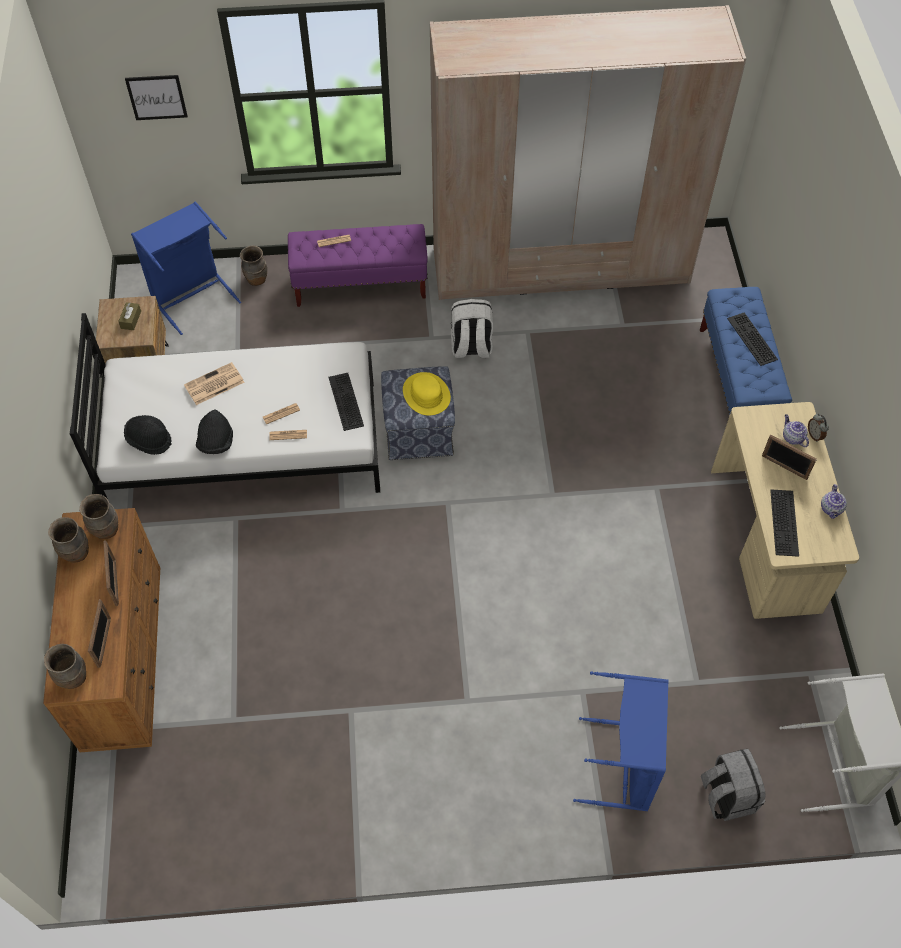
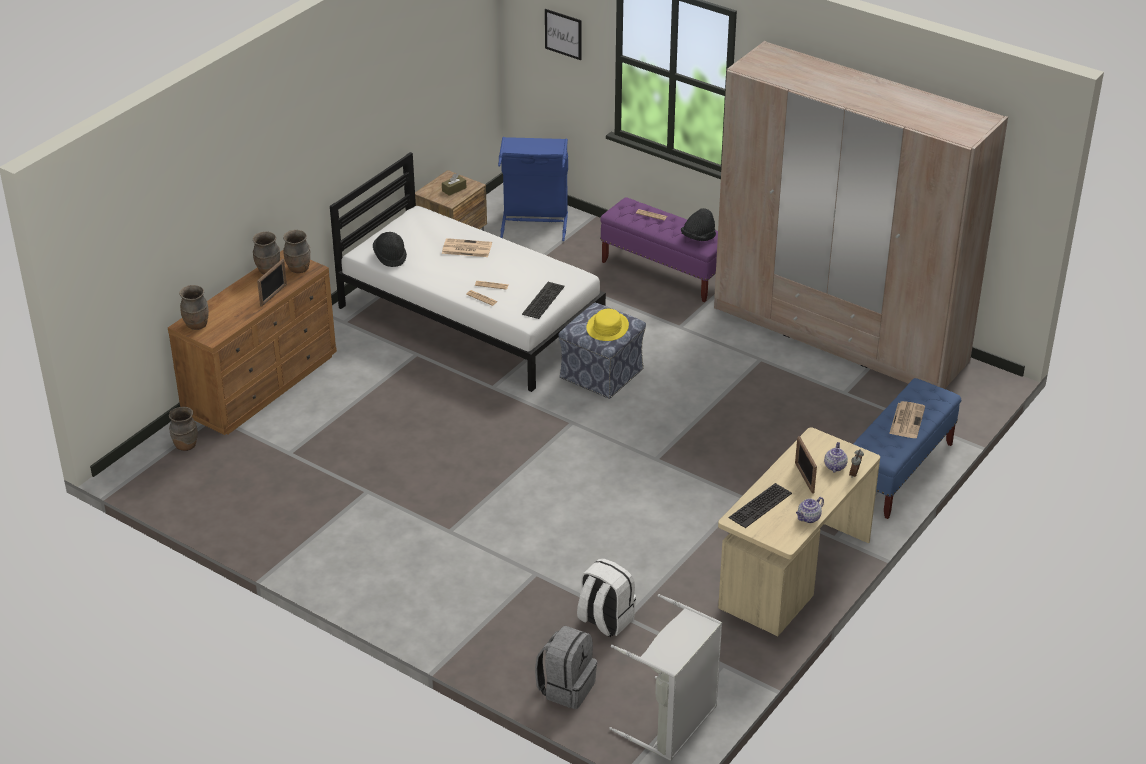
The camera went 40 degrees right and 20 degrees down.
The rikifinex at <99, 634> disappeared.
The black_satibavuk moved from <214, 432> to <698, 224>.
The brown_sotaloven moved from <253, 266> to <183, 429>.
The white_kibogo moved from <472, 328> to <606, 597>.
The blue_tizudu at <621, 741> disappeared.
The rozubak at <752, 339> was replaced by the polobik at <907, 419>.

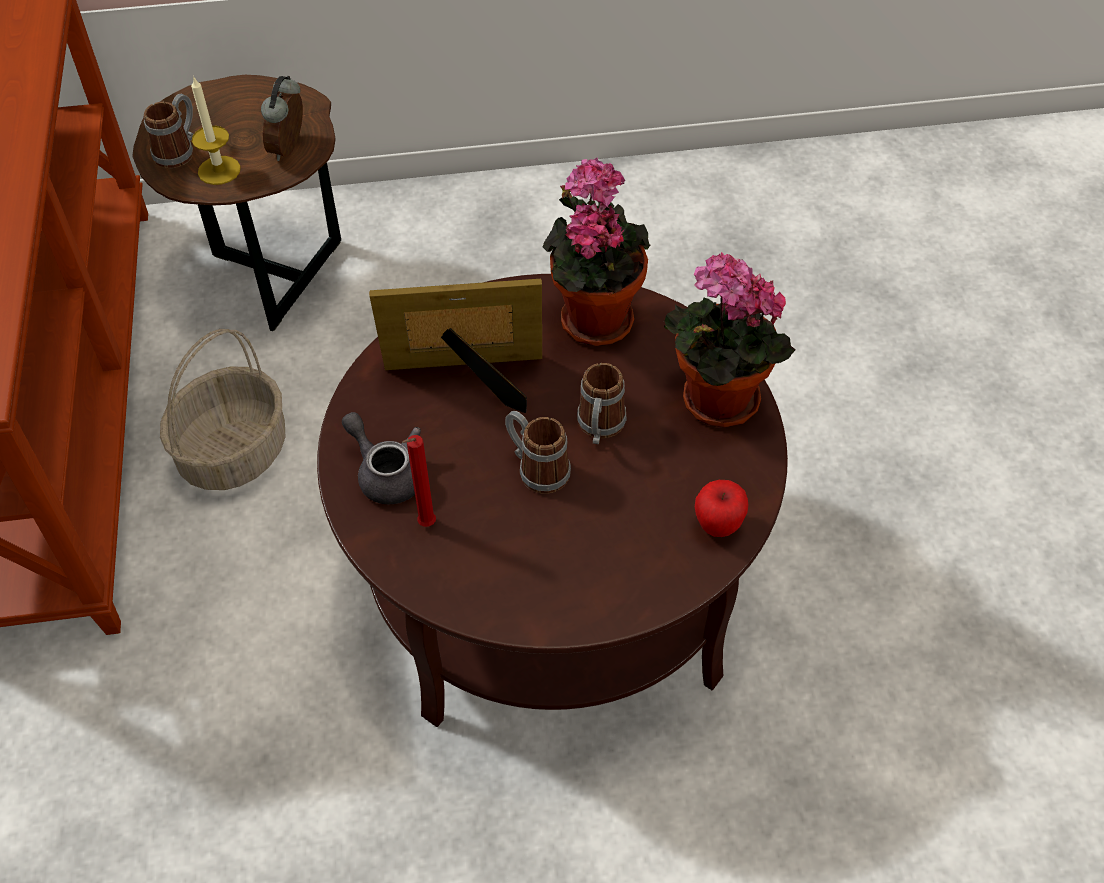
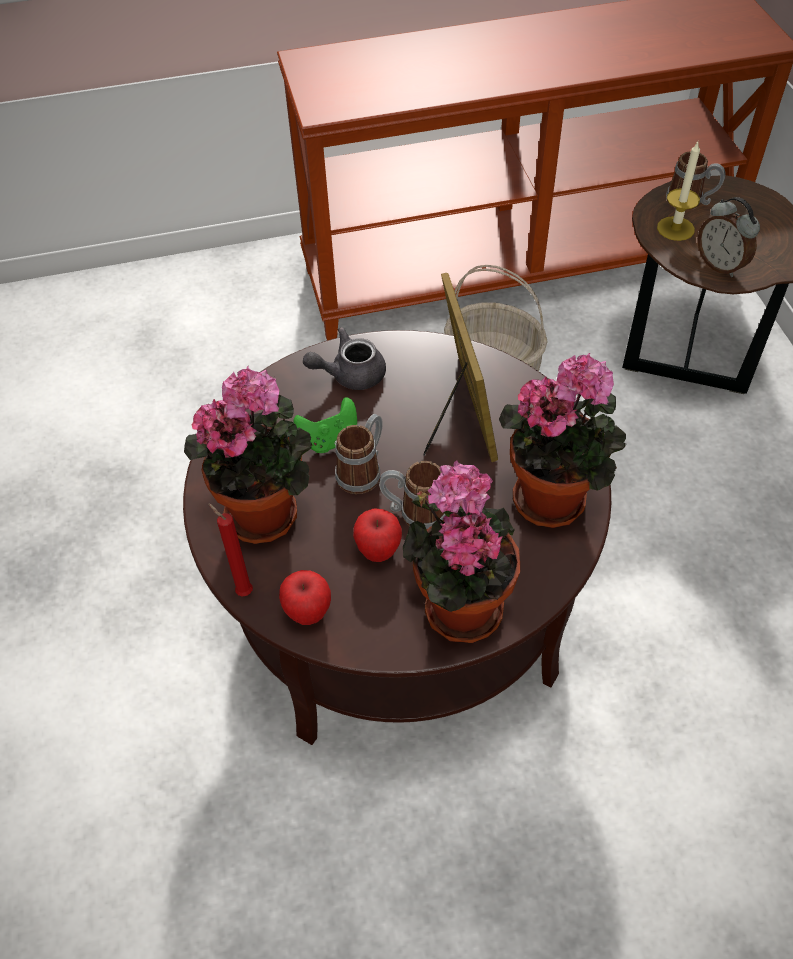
The camera went 85 degrees right and 0 degrees up.
The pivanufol at <282, 118> turned 135 degrees counterclockwise.
The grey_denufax at <381, 458> turned 150 degrees counterclockwise.
The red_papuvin moved from <419, 481> to <230, 550>.
The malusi at <248, 455> appeared.
The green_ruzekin at <325, 425> appeared.
The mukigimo at <377, 535> appeared.

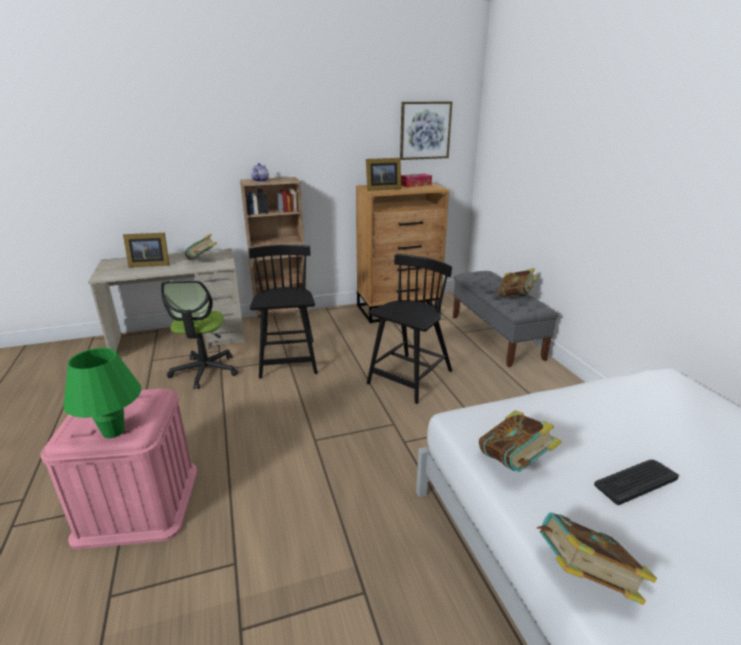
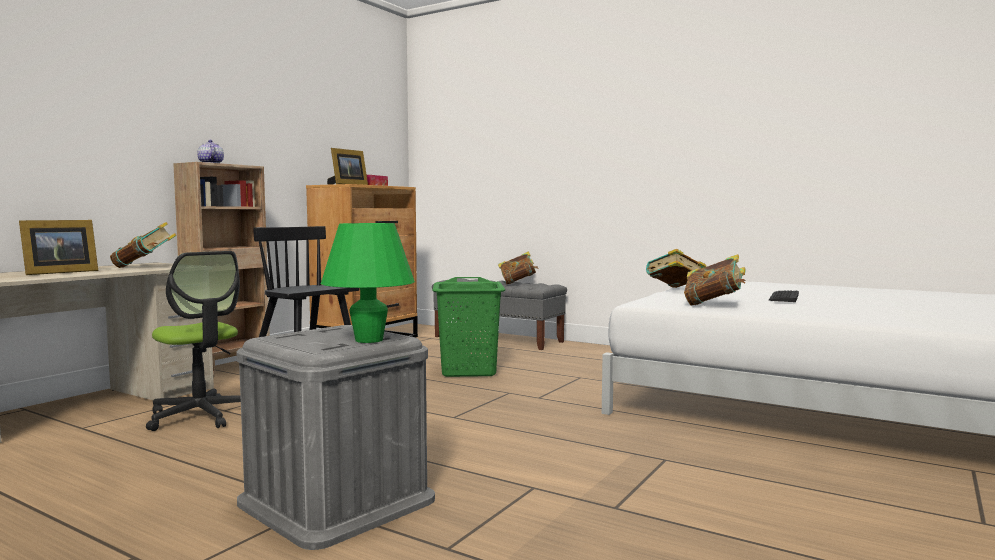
The camera went 40 degrees left and 20 degrees down.
The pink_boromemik at <119, 468> became the grey_boromemik at <335, 437>.
The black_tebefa at <409, 329> was replaced by the green_tizudu at <468, 327>.
The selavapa at <426, 131> disappeared.
The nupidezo moved from <597, 558> to <676, 268>.

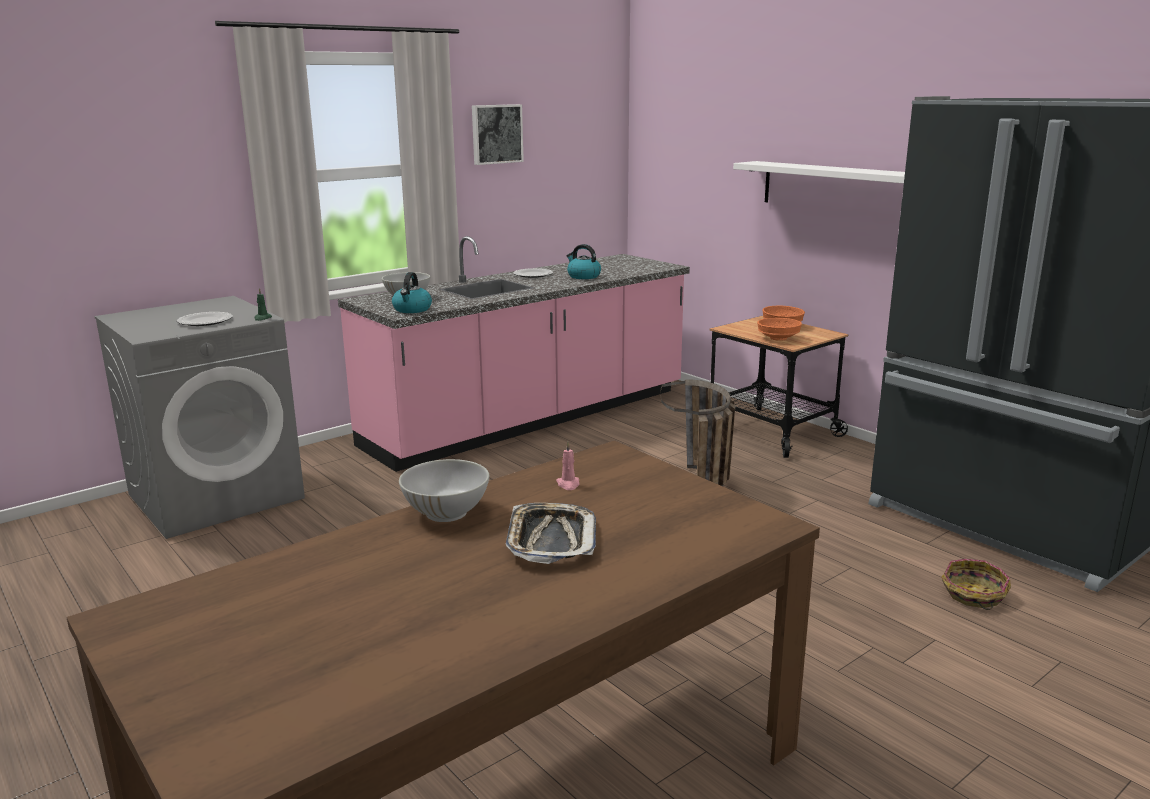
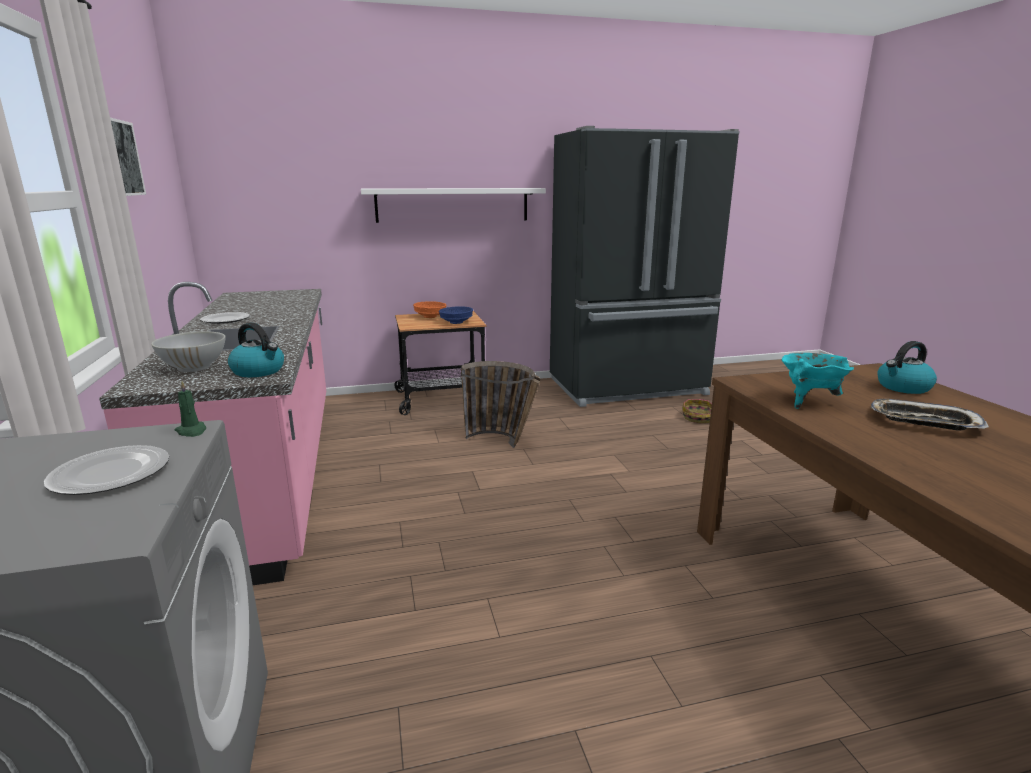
The camera went 65 degrees left and 0 degrees up.
The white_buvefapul at <444, 490> disappeared.
The pink_papuvin at <568, 466> was replaced by the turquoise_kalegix at <818, 381>.
The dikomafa moved from <584, 261> to <907, 367>.
The orange_buvefapul at <779, 329> became the blue_buvefapul at <456, 315>.

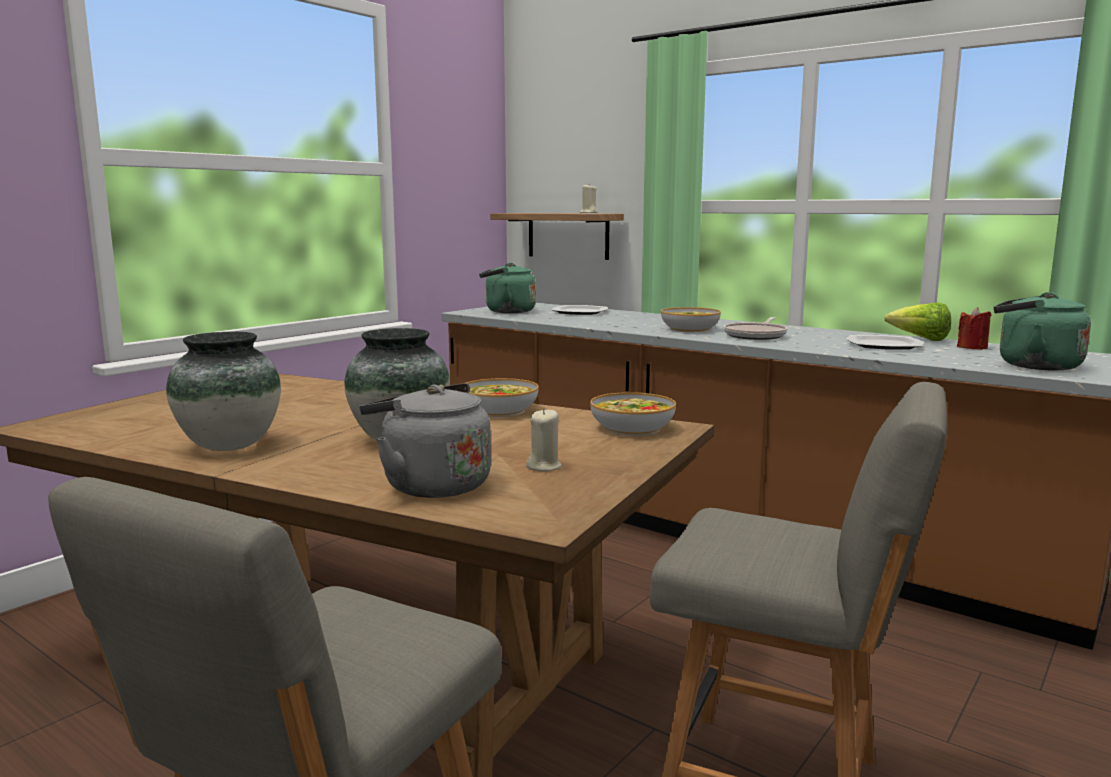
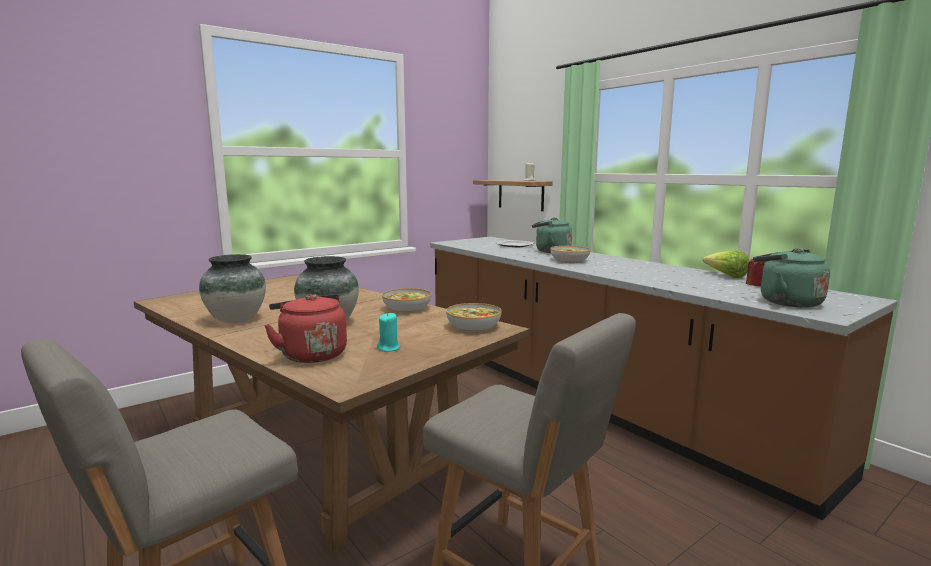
The camera went 15 degrees right and 0 degrees up.
The grey_dikomafa at <425, 440> became the red_dikomafa at <305, 328>.
The green_dikomafa moved from <507, 288> to <552, 235>.
The beige_papuvin at <544, 440> became the turquoise_papuvin at <388, 332>.
The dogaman at <755, 328> disappeared.
The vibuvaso at <885, 342> disappeared.

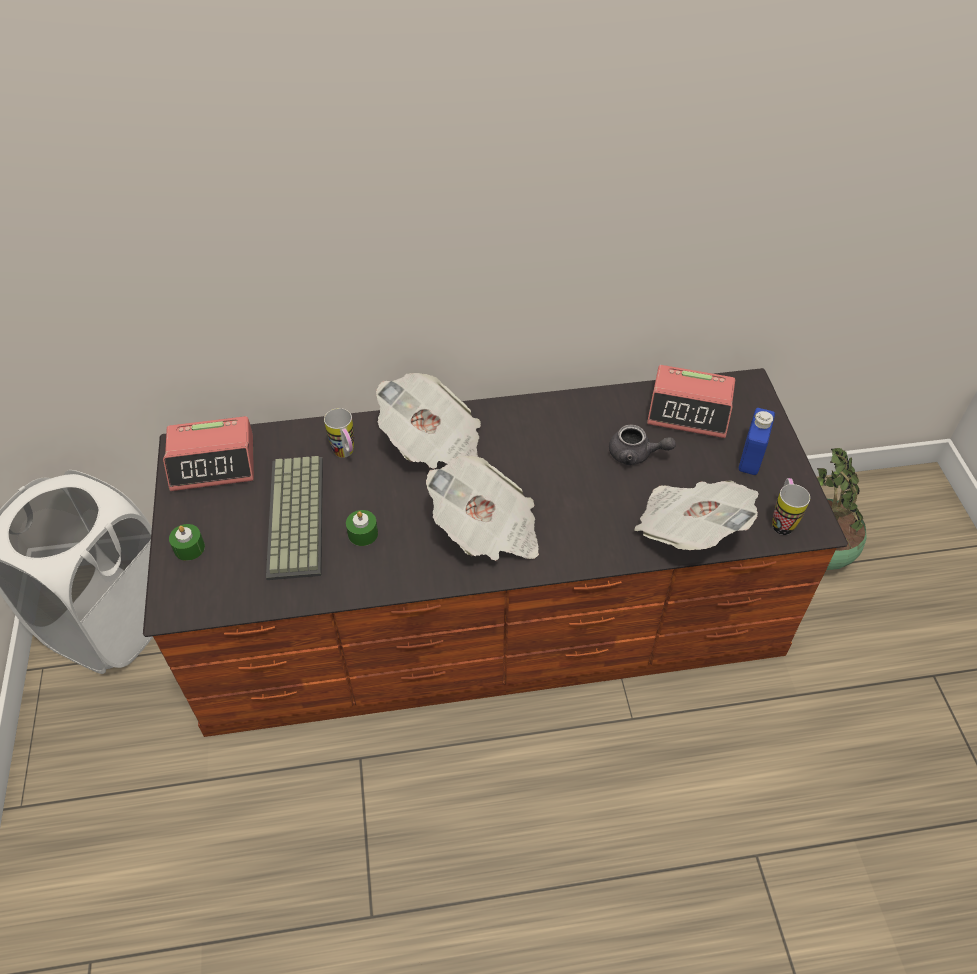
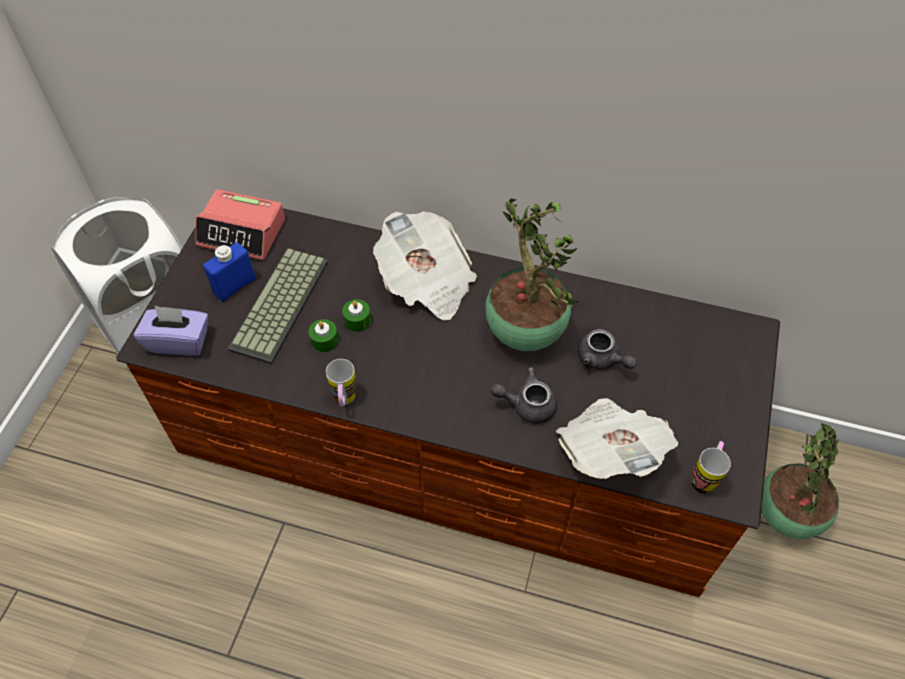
The camera went 25 degrees right and 5 degrees up.
The green_papuvin moved from <187, 542> to <356, 315>.
The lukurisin moved from <339, 433> to <341, 382>.
The polobik at <482, 508> disappeared.
The pivanufol at <691, 401> disappeared.
The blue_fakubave moved from <757, 441> to <229, 272>.
The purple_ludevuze at <171, 330> appeared.
The malusi at <532, 274> appeared.
The grey_denufax at <524, 395> appeared.

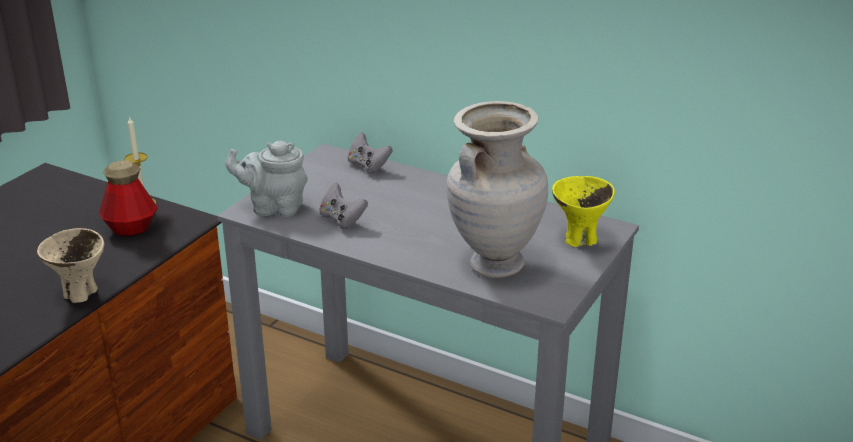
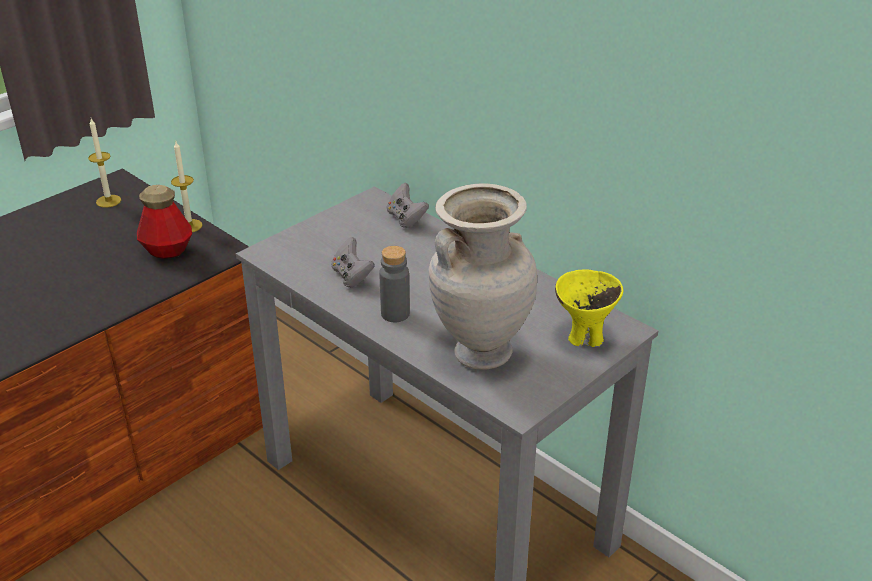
The camera went 15 degrees right and 5 degrees up.
The beige_buvefapul at <70, 265> disappeared.
The grey_denufax at <267, 179> disappeared.
The papuvin at <104, 163> appeared.
The grey_fakubave at <394, 284> appeared.

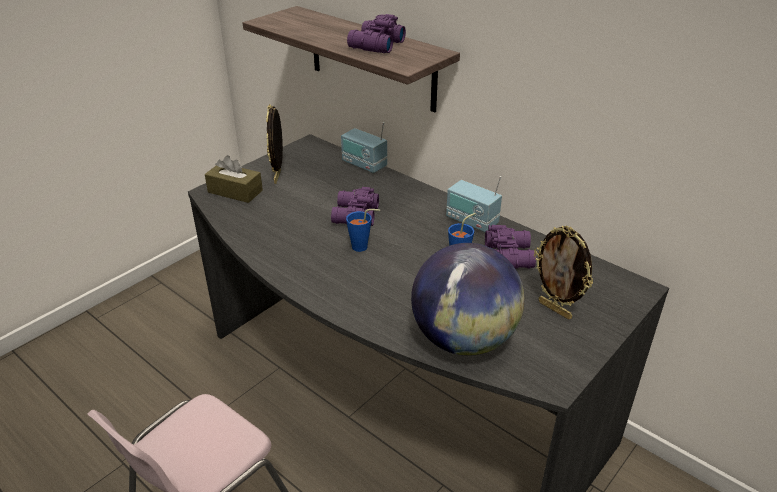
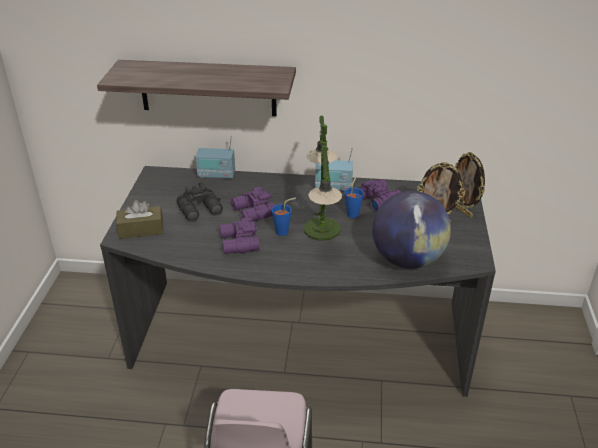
The camera went 35 degrees left and 0 degrees up.
The rikifinex moved from <274, 144> to <470, 185>.
The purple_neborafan moved from <376, 33> to <239, 236>.
The black_neborafan at <200, 202> appeared.
The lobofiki at <323, 178> appeared.

